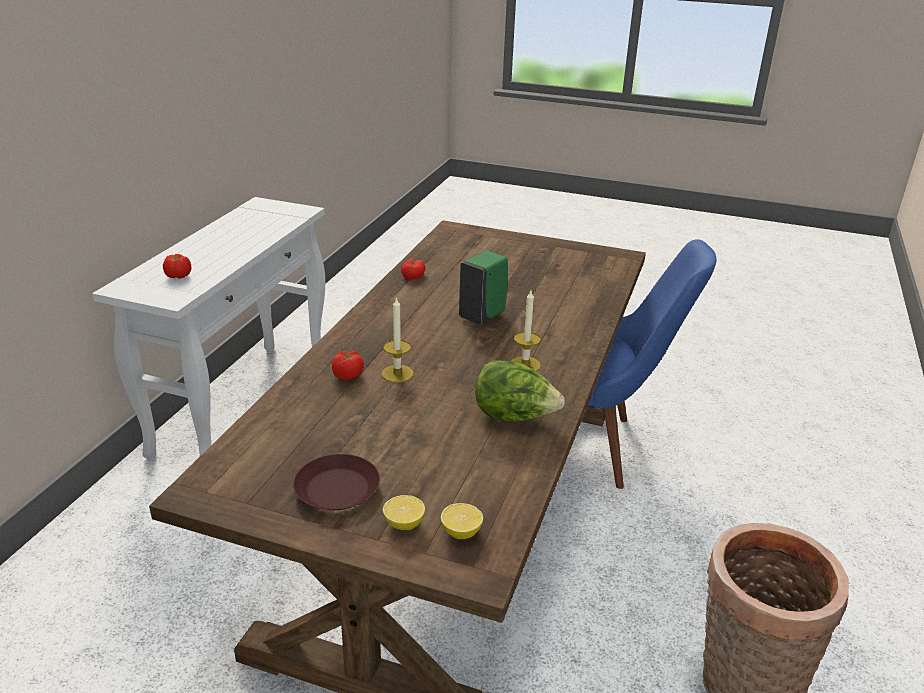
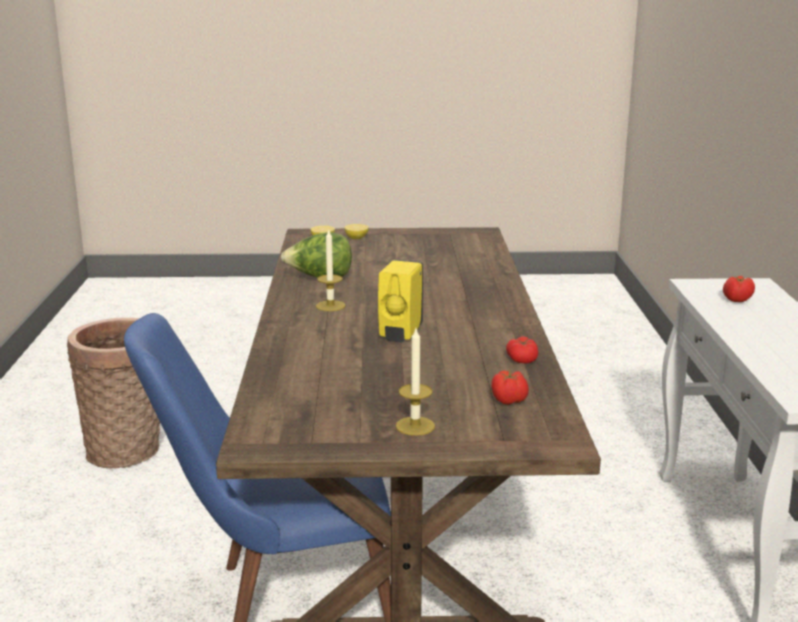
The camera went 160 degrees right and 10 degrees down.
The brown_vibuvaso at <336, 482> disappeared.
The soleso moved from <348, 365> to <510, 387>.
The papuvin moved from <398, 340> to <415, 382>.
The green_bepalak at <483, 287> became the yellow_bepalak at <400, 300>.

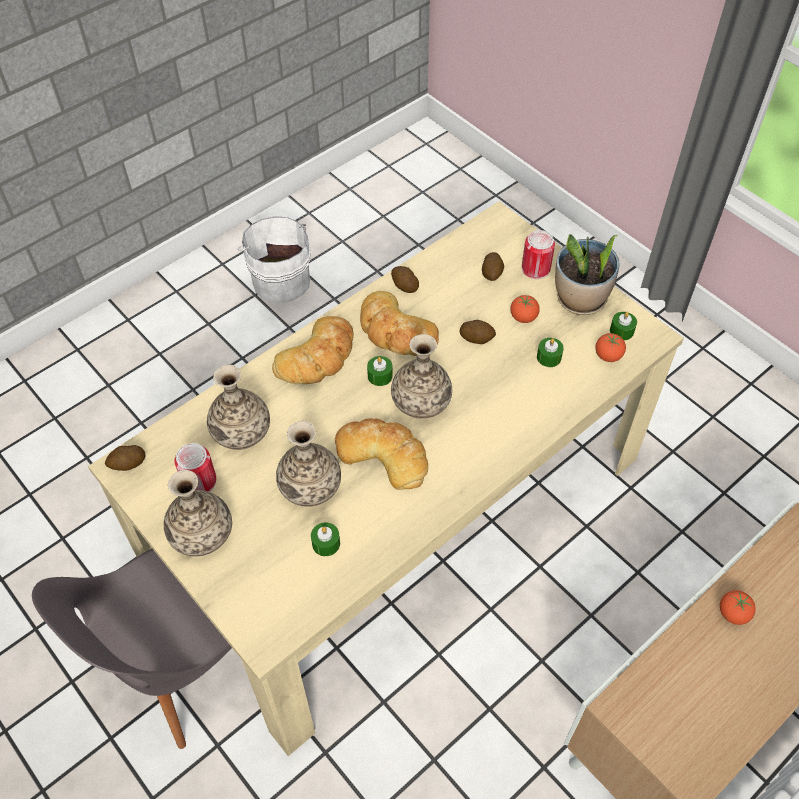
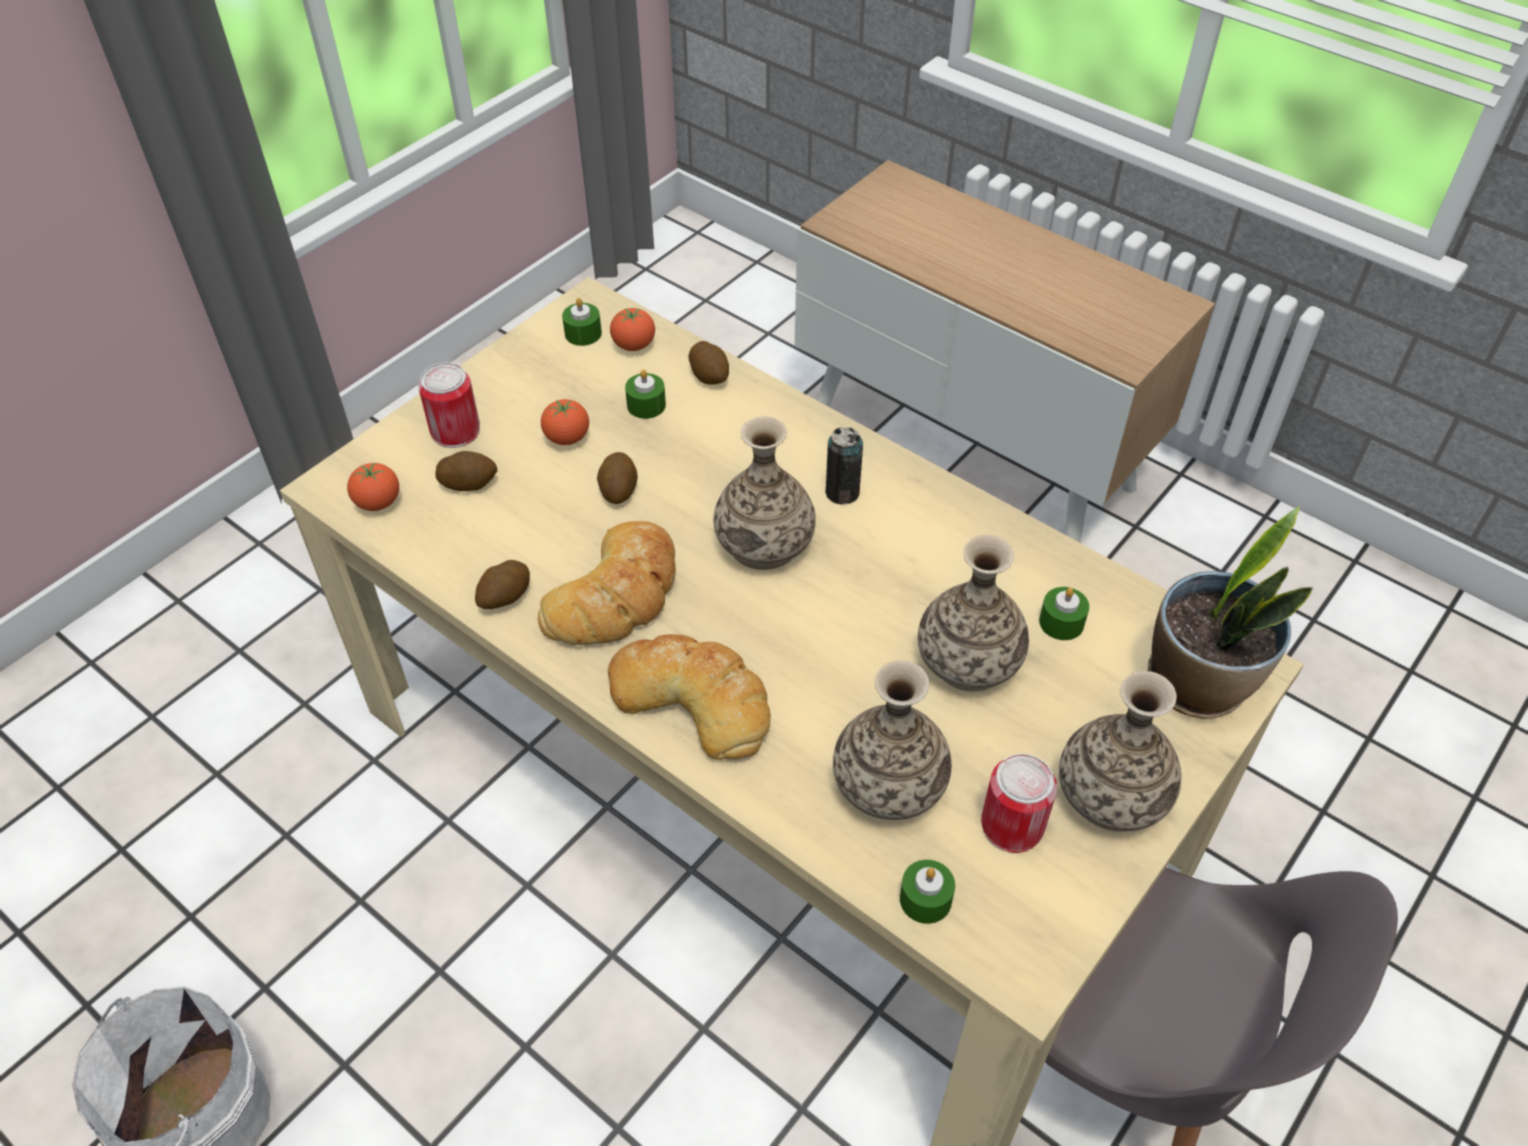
The camera went 100 degrees left and 5 degrees down.
The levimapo moved from <125, 458> to <708, 362>.
The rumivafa at <381, 454> disappeared.
The green_papuvin moved from <380, 371> to <927, 892>.
The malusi moved from <587, 274> to <1230, 612>.
The soleso moved from <738, 607> to <373, 487>.
The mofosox at <844, 465> appeared.

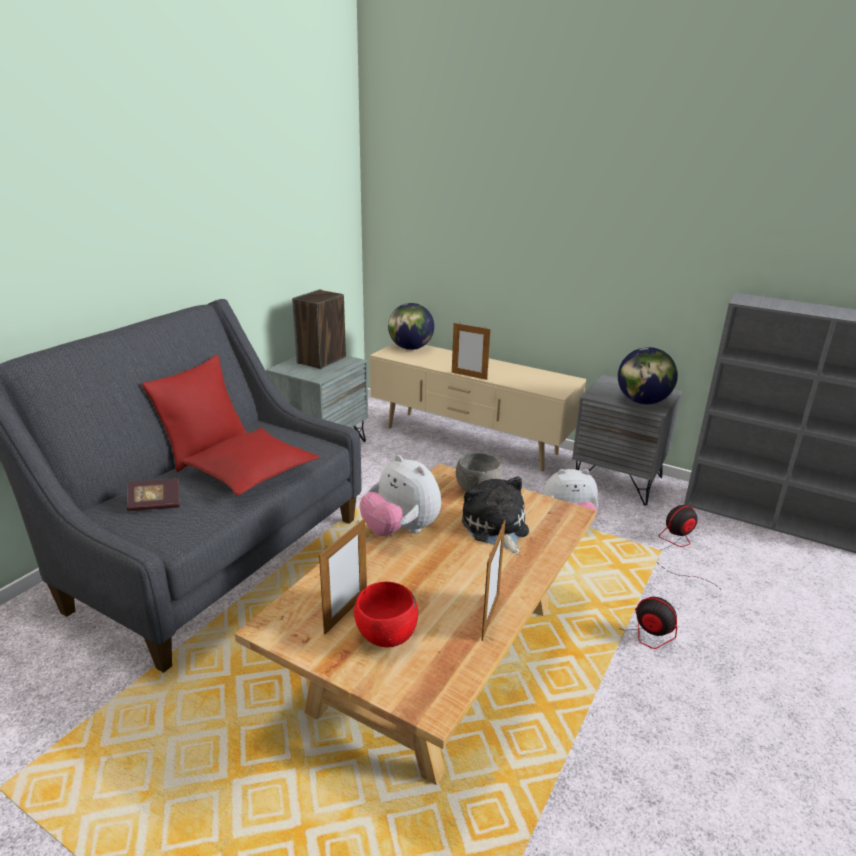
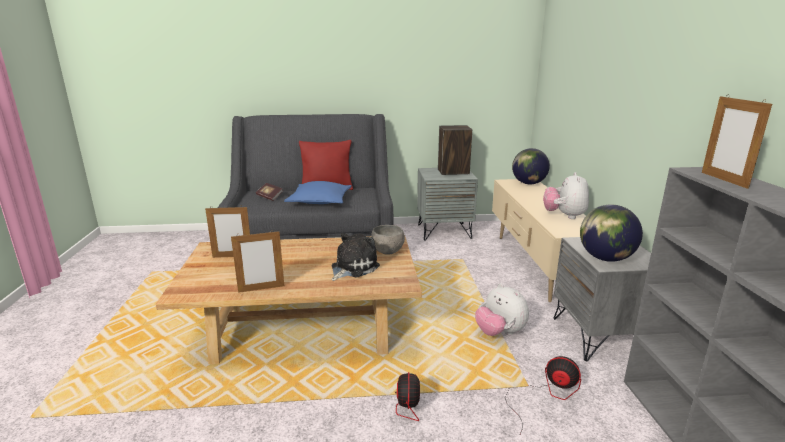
The camera went 55 degrees right and 5 degrees down.
The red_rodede at <250, 462> became the blue_rodede at <318, 192>.
The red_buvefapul at <386, 614> disappeared.
The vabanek moved from <400, 495> to <566, 195>.
The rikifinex moved from <471, 351> to <737, 142>.

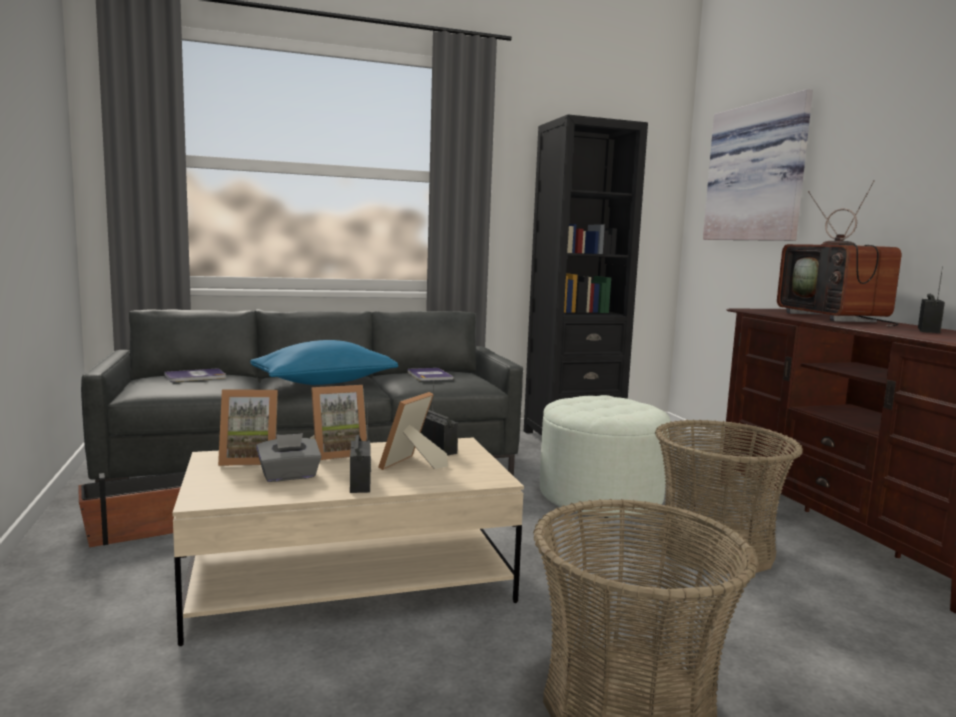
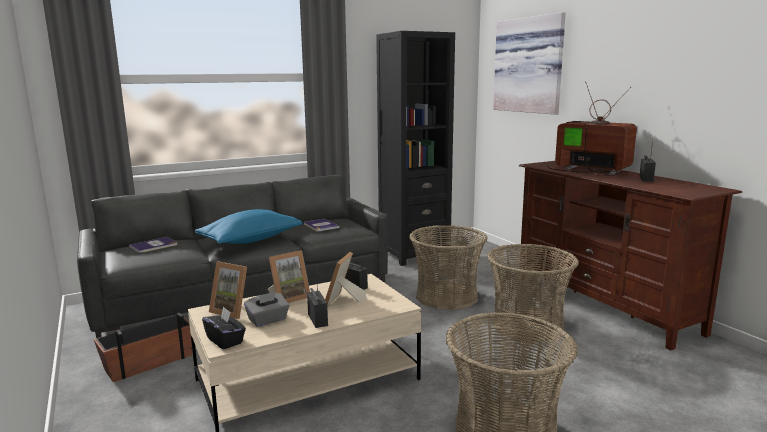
The camera went 10 degrees left and 5 degrees up.
The rikifinex at <248, 427> turned 45 degrees clockwise.
The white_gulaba at <605, 456> was replaced by the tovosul at <448, 267>.
The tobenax at <839, 253> turned 150 degrees clockwise.
The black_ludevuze at <224, 327> appeared.

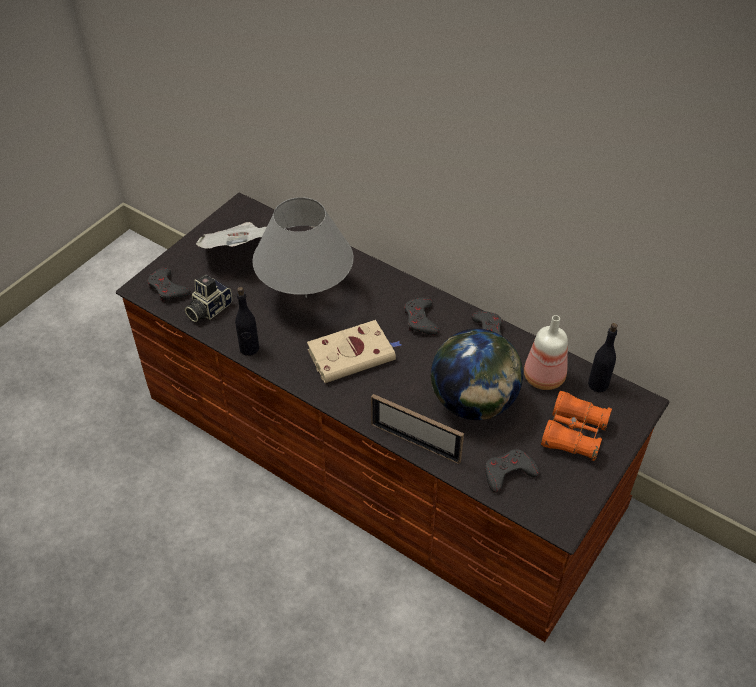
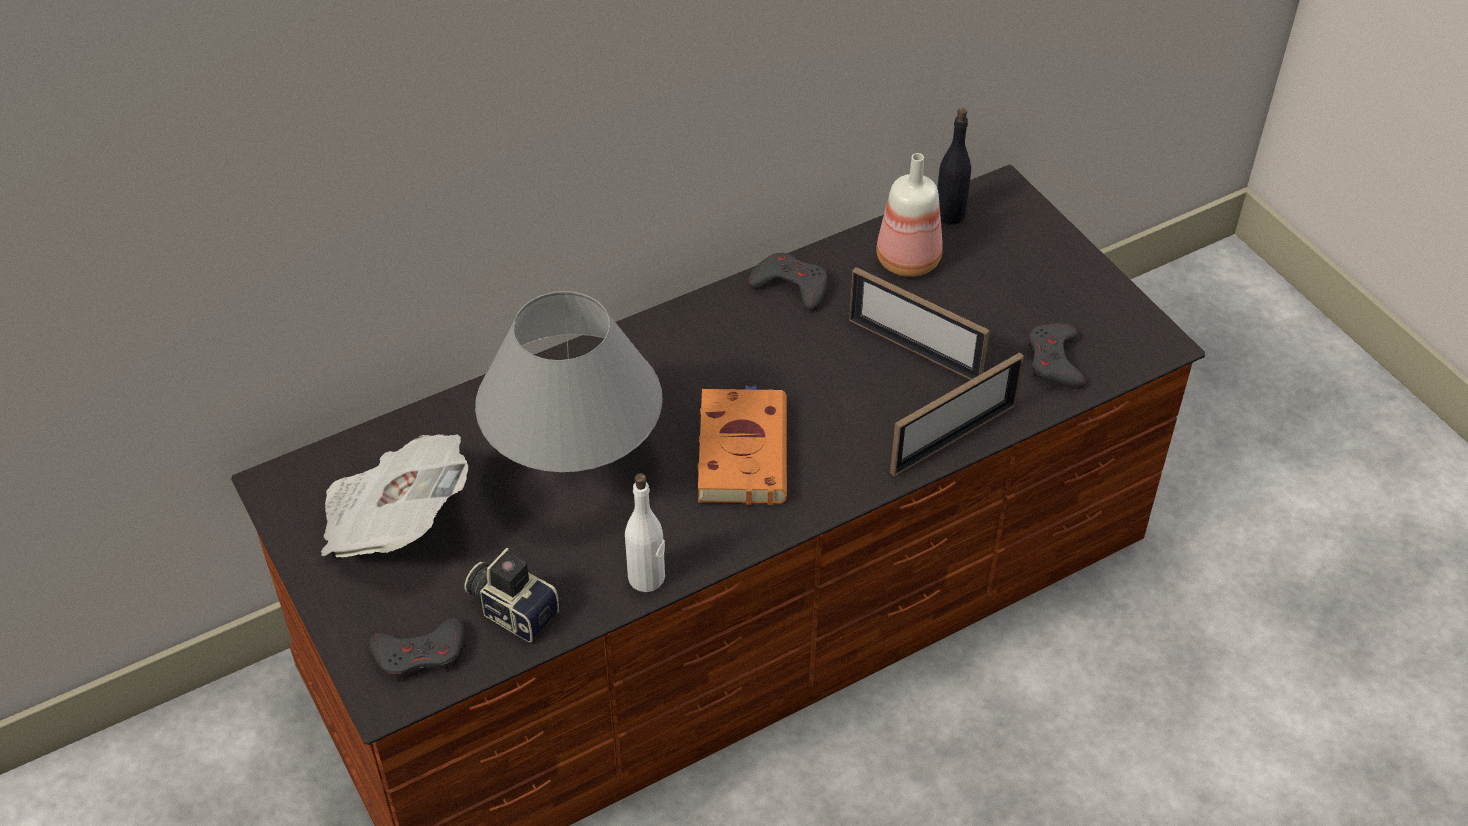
The camera went 65 degrees left and 0 degrees up.
The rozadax at <208, 298> turned 150 degrees clockwise.
The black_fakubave at <247, 321> became the white_fakubave at <645, 532>.
The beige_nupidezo at <354, 351> became the orange_nupidezo at <742, 445>.
The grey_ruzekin at <421, 316> disappeared.
The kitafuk at <477, 374> was replaced by the rikifinex at <919, 323>.
The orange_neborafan at <576, 426> disappeared.

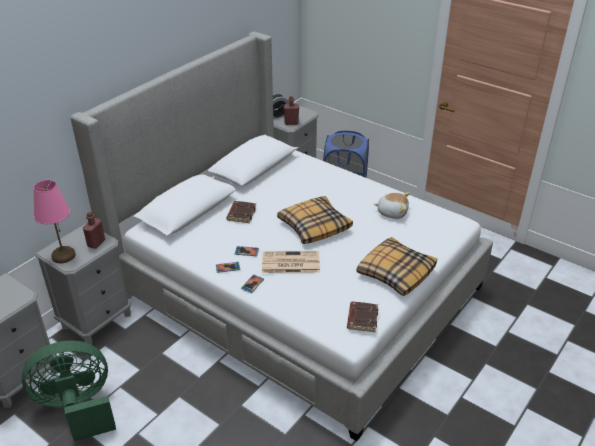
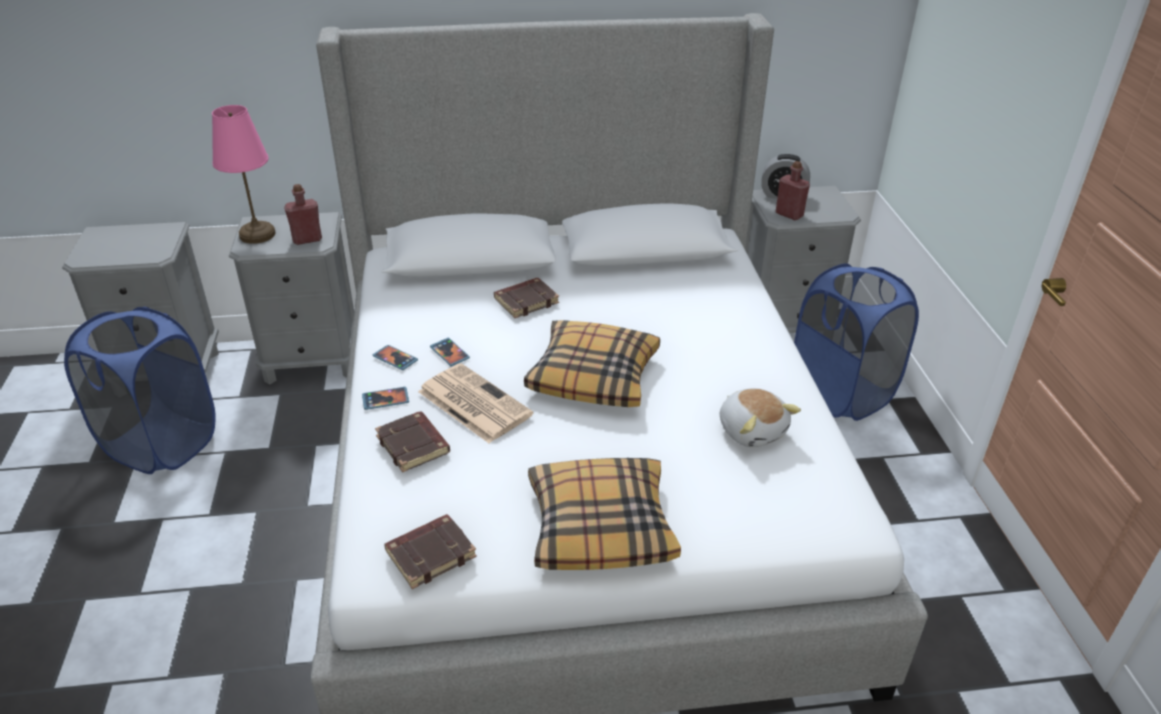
The camera went 45 degrees right and 0 degrees up.
The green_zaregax at <69, 391> was replaced by the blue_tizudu at <140, 390>.
The brown_nupidezo at <412, 441> appeared.

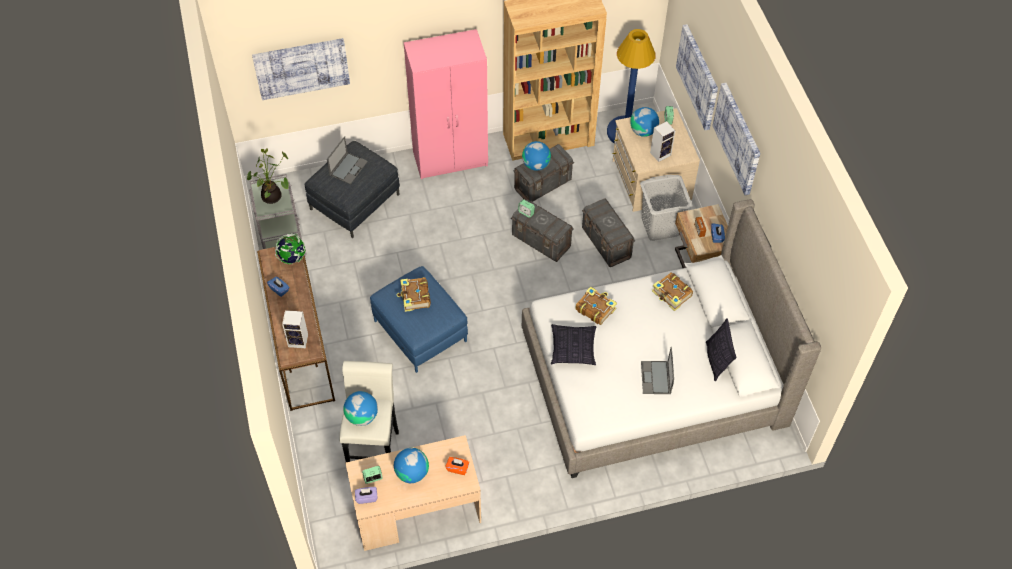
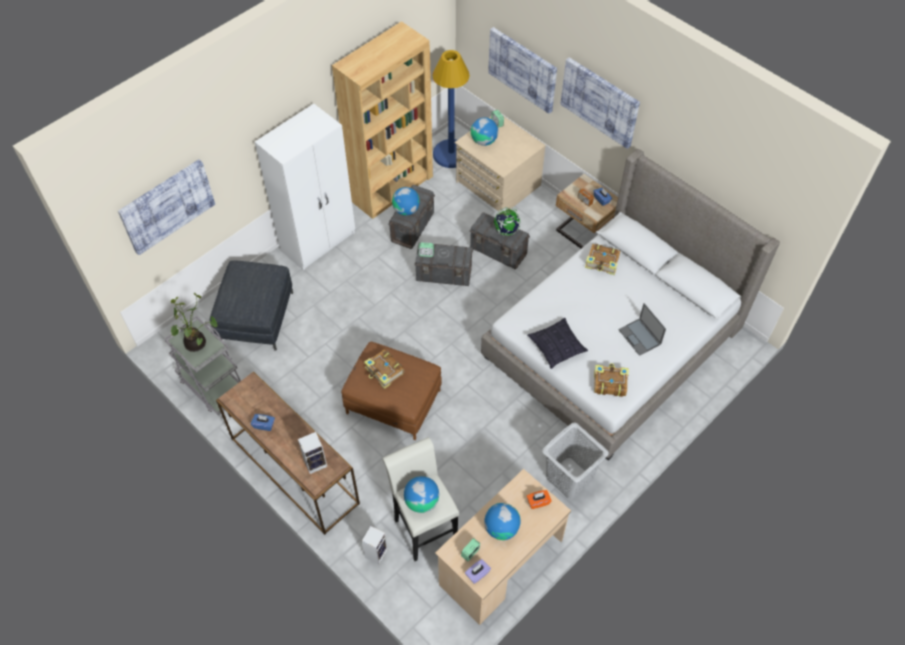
The camera went 30 degrees left and 0 degrees up.
The kitafuk moved from <290, 248> to <507, 221>.
The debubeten at <347, 160> disappeared.
The blue_gulaba at <419, 319> became the brown_gulaba at <391, 391>.
The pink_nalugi at <446, 104> became the white_nalugi at <305, 187>.
The nupidezo moved from <596, 305> to <611, 380>.
The grey_tizudu moved from <666, 208> to <575, 460>.
The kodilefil moved from <663, 141> to <374, 545>.
The rodede at <721, 349> disappeared.

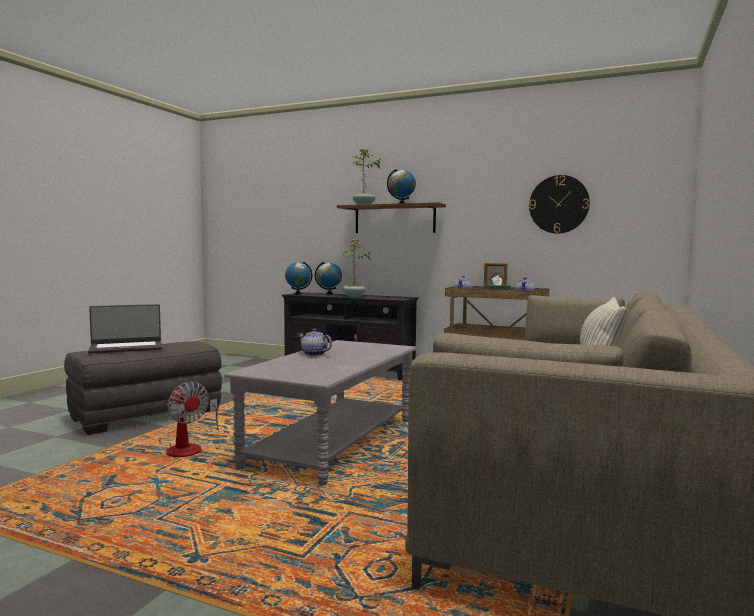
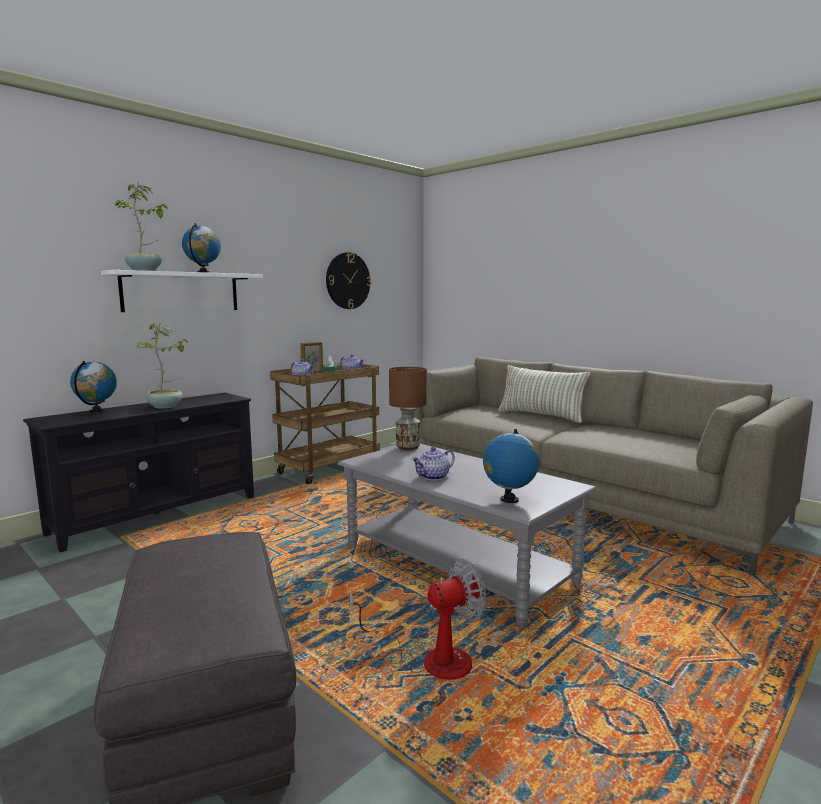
The camera went 70 degrees left and 5 degrees up.
The debubeten at <125, 329> disappeared.
The kitafuk moved from <298, 278> to <511, 466>.
The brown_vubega at <391, 217> became the white_vubega at <182, 291>.
The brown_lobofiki at <408, 408> appeared.

